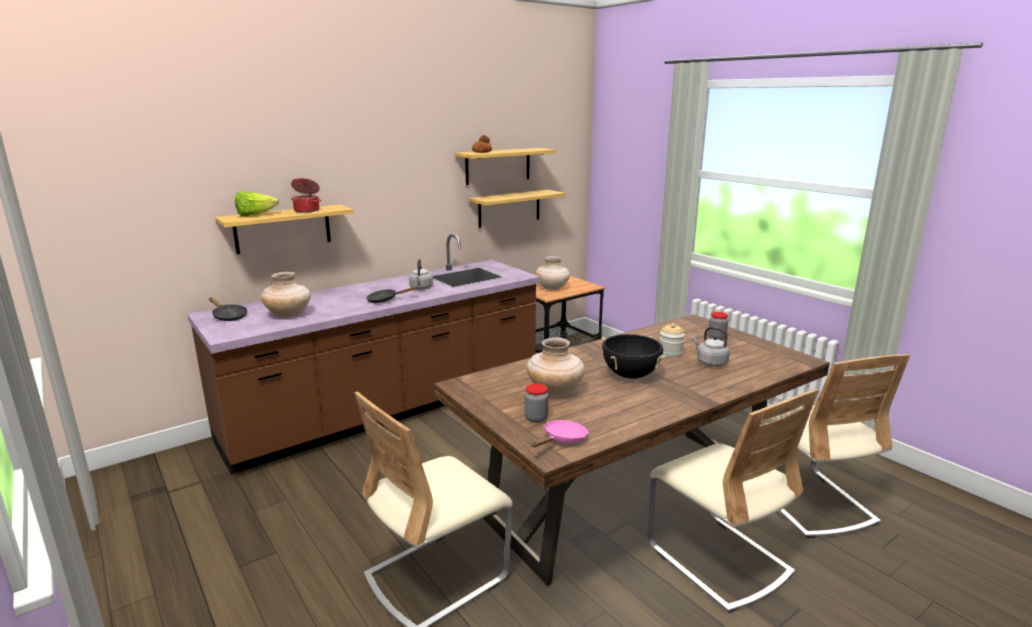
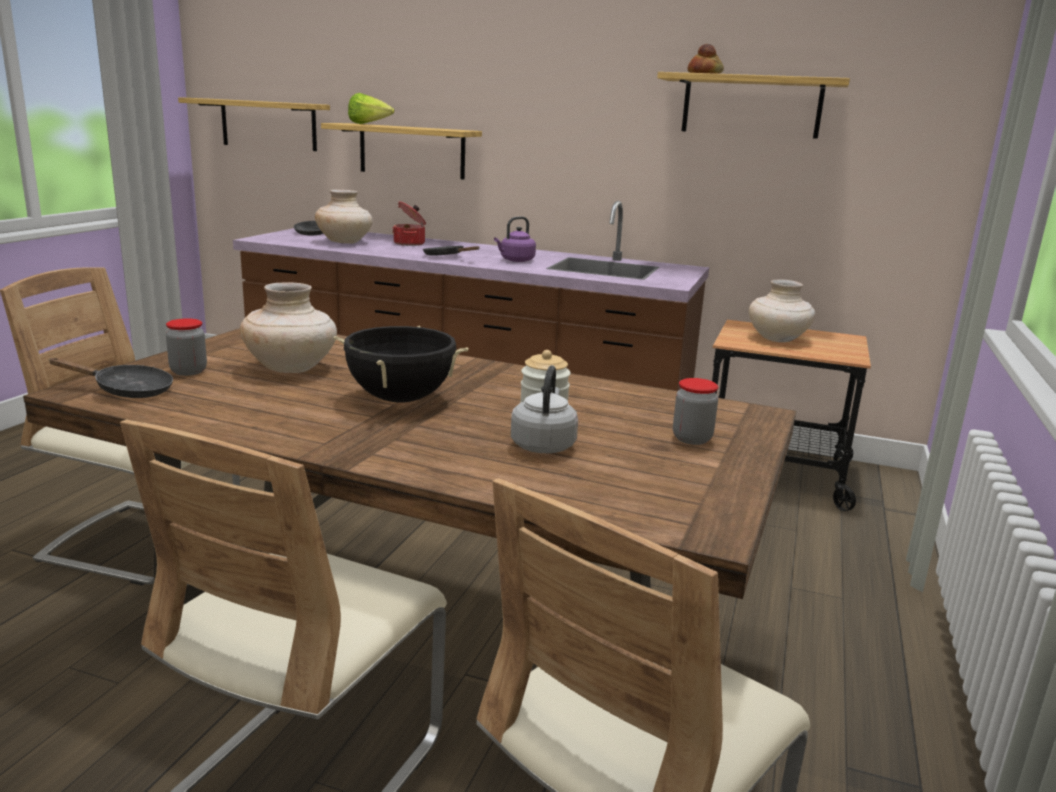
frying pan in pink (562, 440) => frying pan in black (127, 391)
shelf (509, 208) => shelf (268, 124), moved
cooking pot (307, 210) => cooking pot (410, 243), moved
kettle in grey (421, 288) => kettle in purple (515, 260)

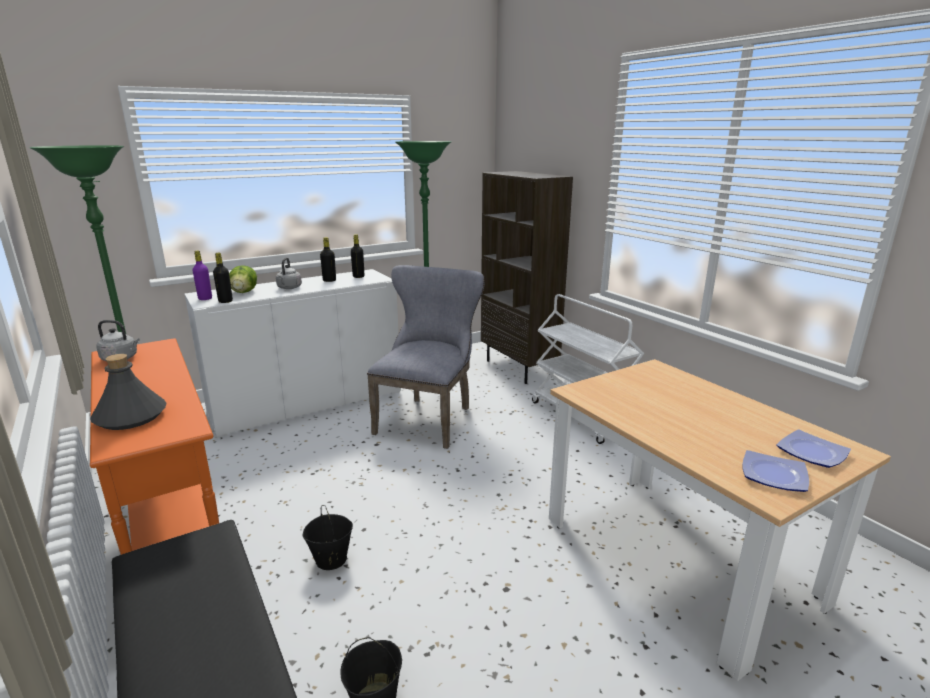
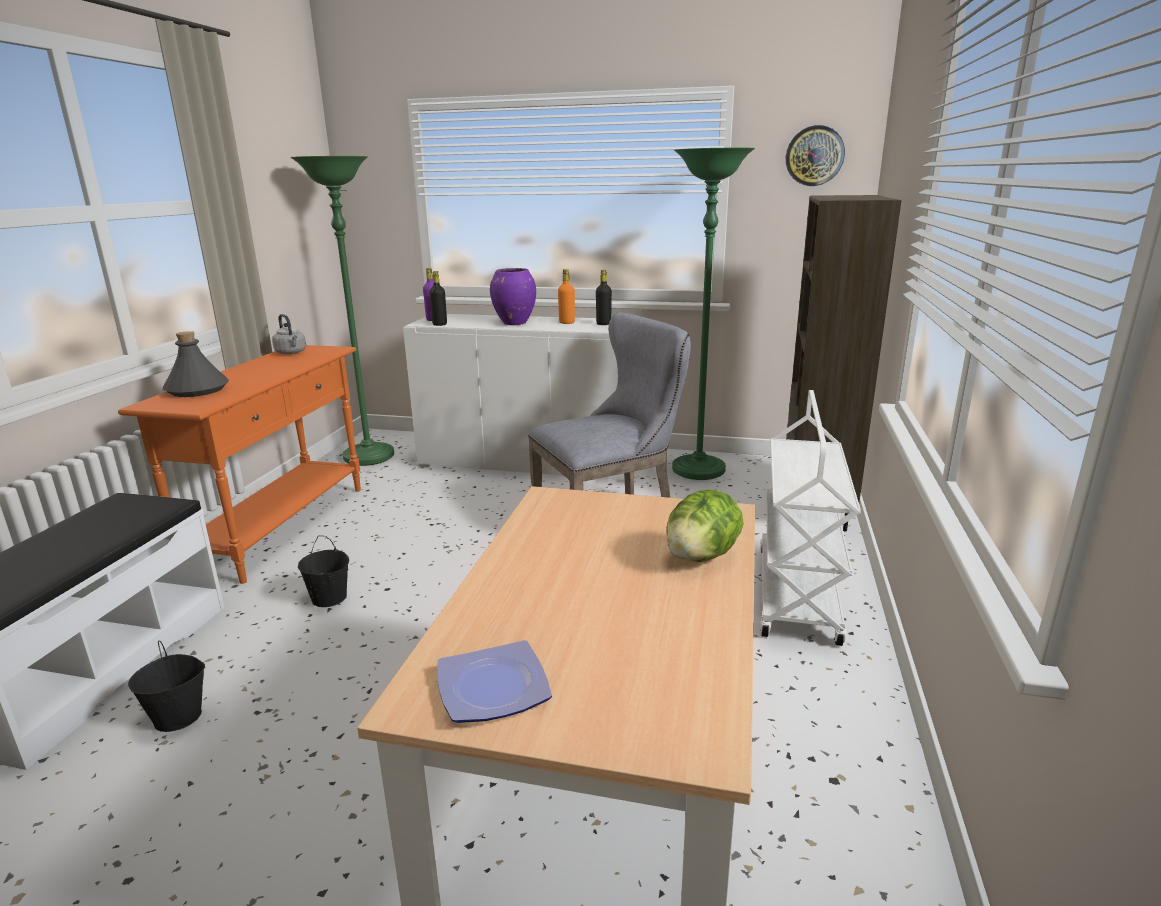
kettle in grey (289, 288) => vase in purple (514, 323)
bottle in black (329, 280) => bottle in orange (567, 323)
lettuce (244, 292) => lettuce (701, 556), moved
nothing => wall clock (814, 156)
plate (813, 453) => nothing

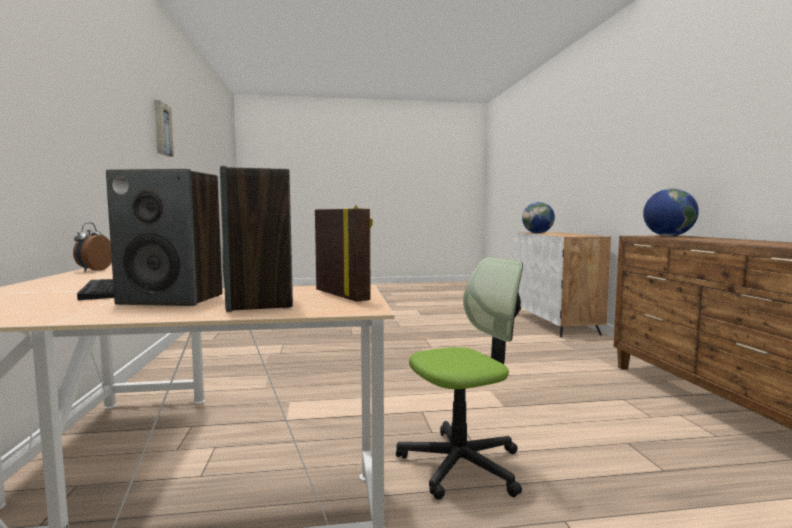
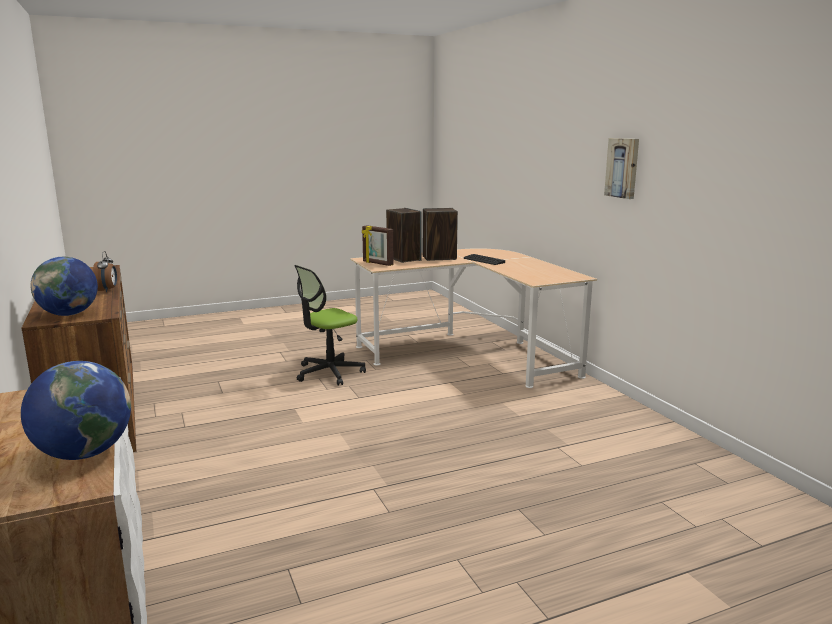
alarm clock (93, 270) => alarm clock (107, 290), moved
picture (161, 129) => picture (623, 168), moved

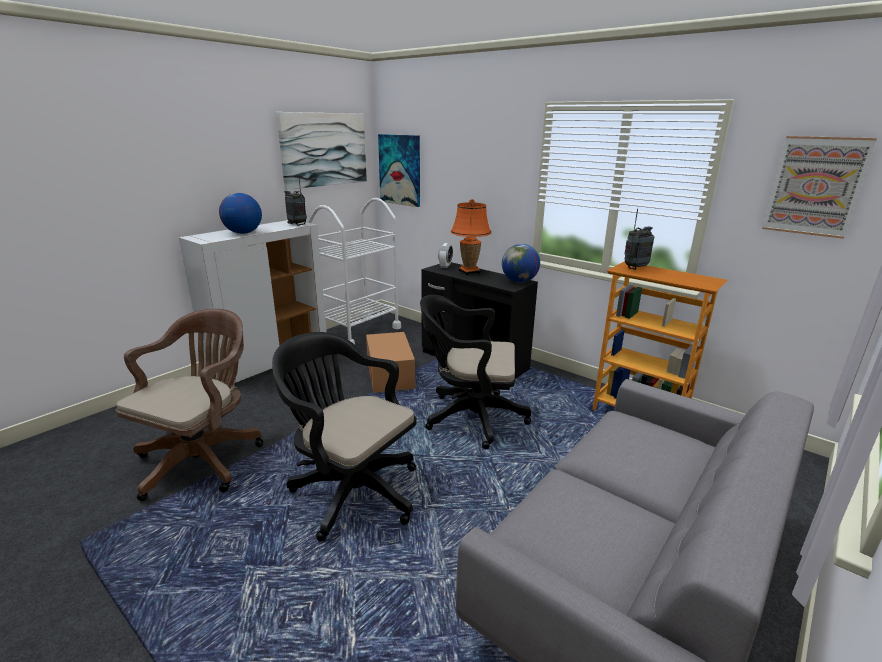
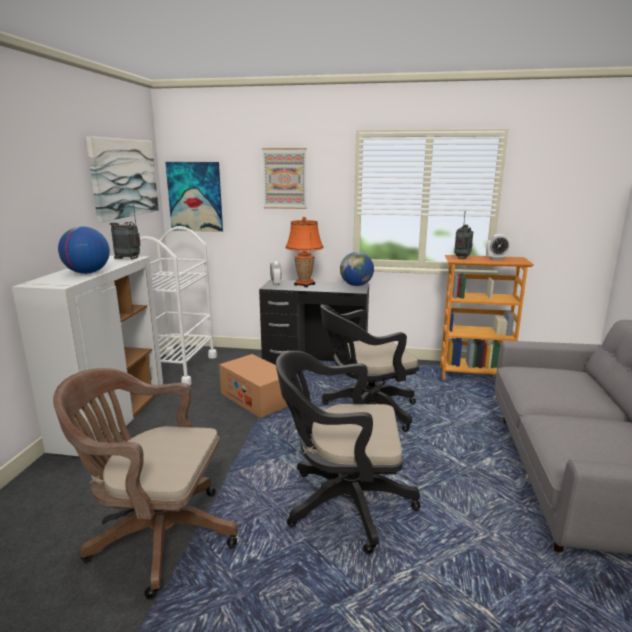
office chair in brown (203, 458) => office chair in brown (156, 536), 75 degrees counterclockwise
picture (815, 186) => picture (284, 178), moved
nothing => alarm clock (496, 258)

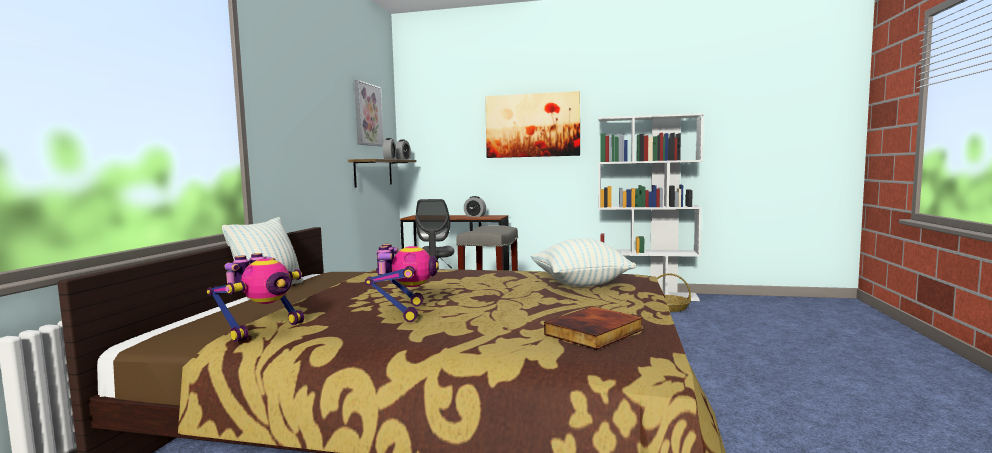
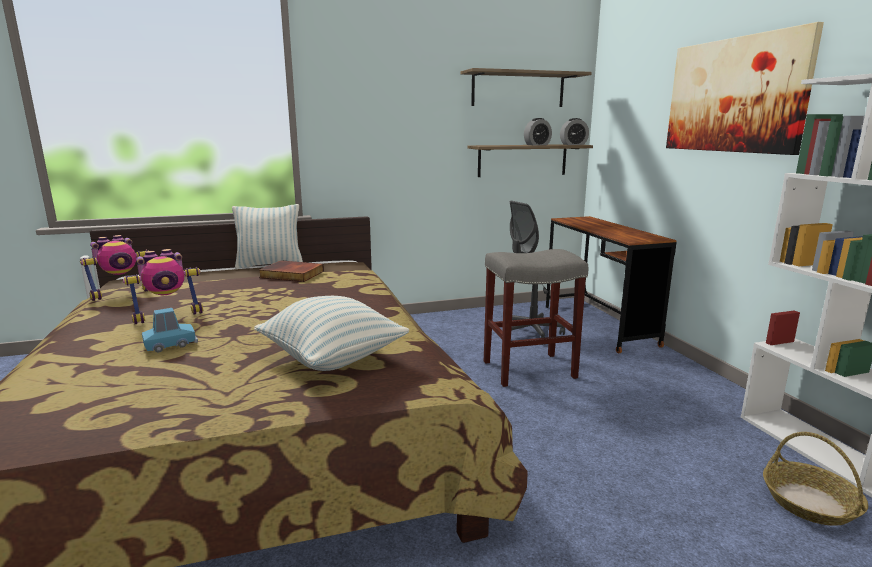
toy robot (263, 330) => toy robot (122, 293), 45 degrees counterclockwise
nothing => toy car in blue (171, 344)
book (595, 333) => book (291, 274), moved
picture (367, 115) => shelf (518, 89)
alarm clock (475, 216) => nothing

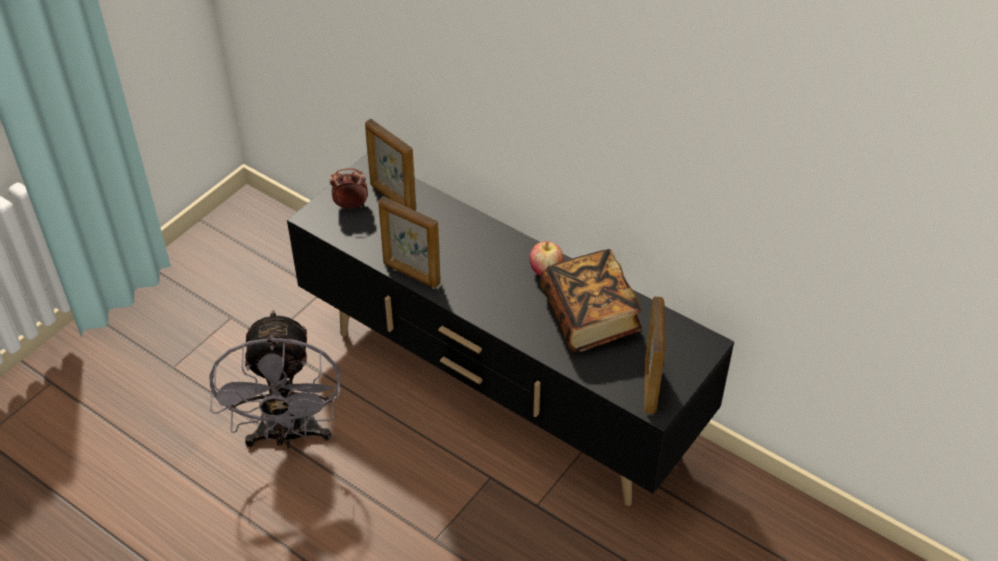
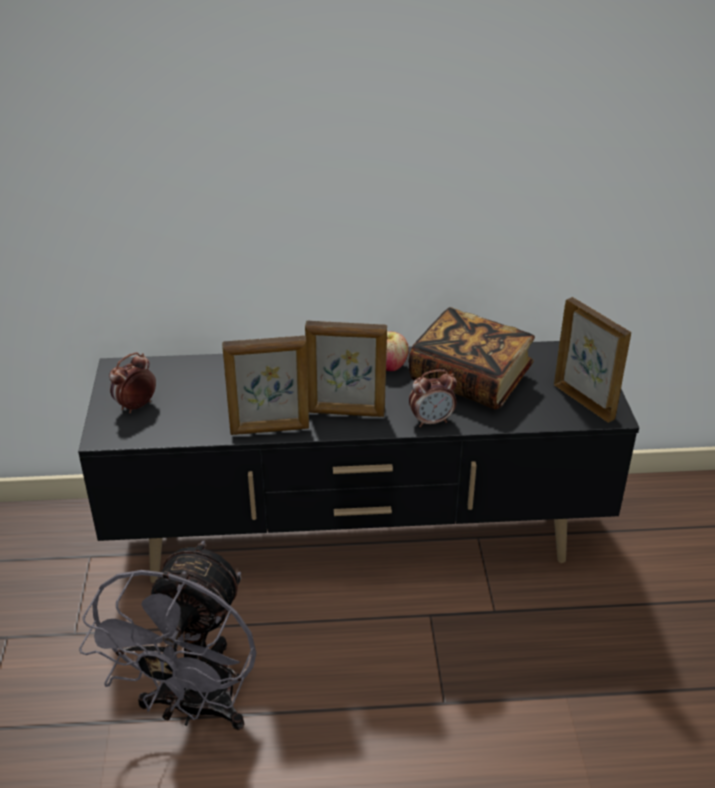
fan in grey (288, 435) => fan in grey (194, 708), 60 degrees clockwise
picture frame (392, 197) => picture frame (346, 412), moved
nothing => alarm clock (431, 421)

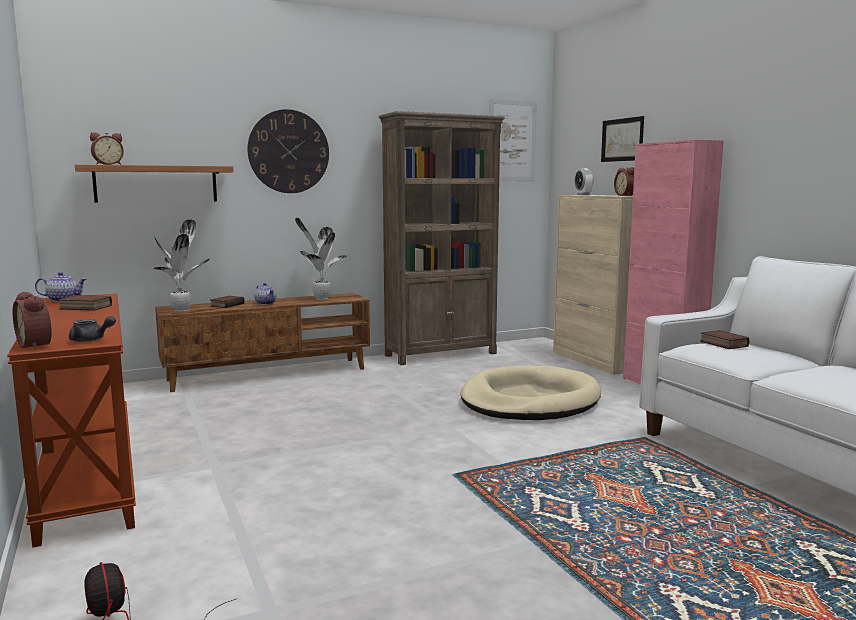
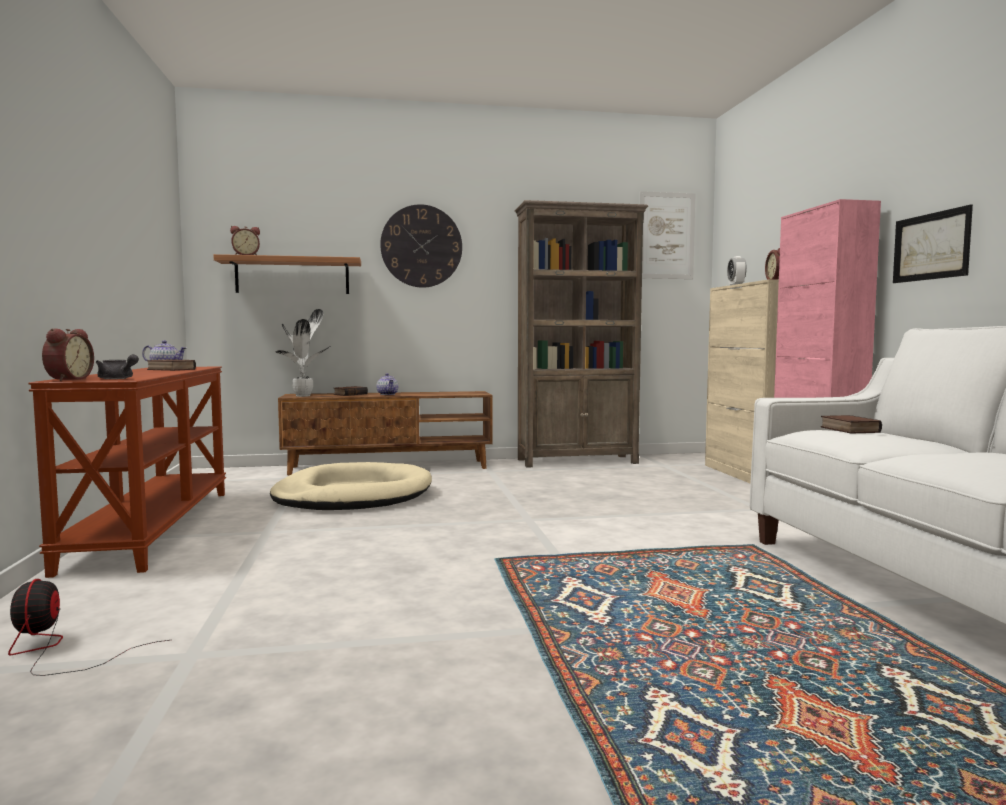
alarm clock (38, 345) => alarm clock (67, 379), 150 degrees counterclockwise
dog bed in beige (529, 401) => dog bed in beige (353, 495), moved
picture (622, 140) => picture (931, 246), moved
potted plant (320, 298) => nothing

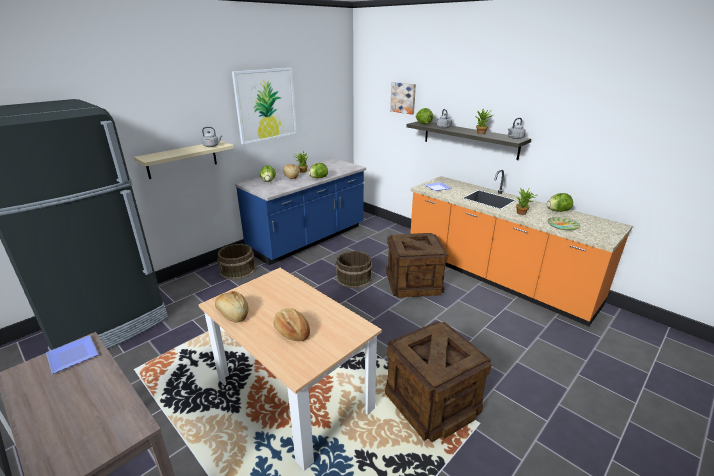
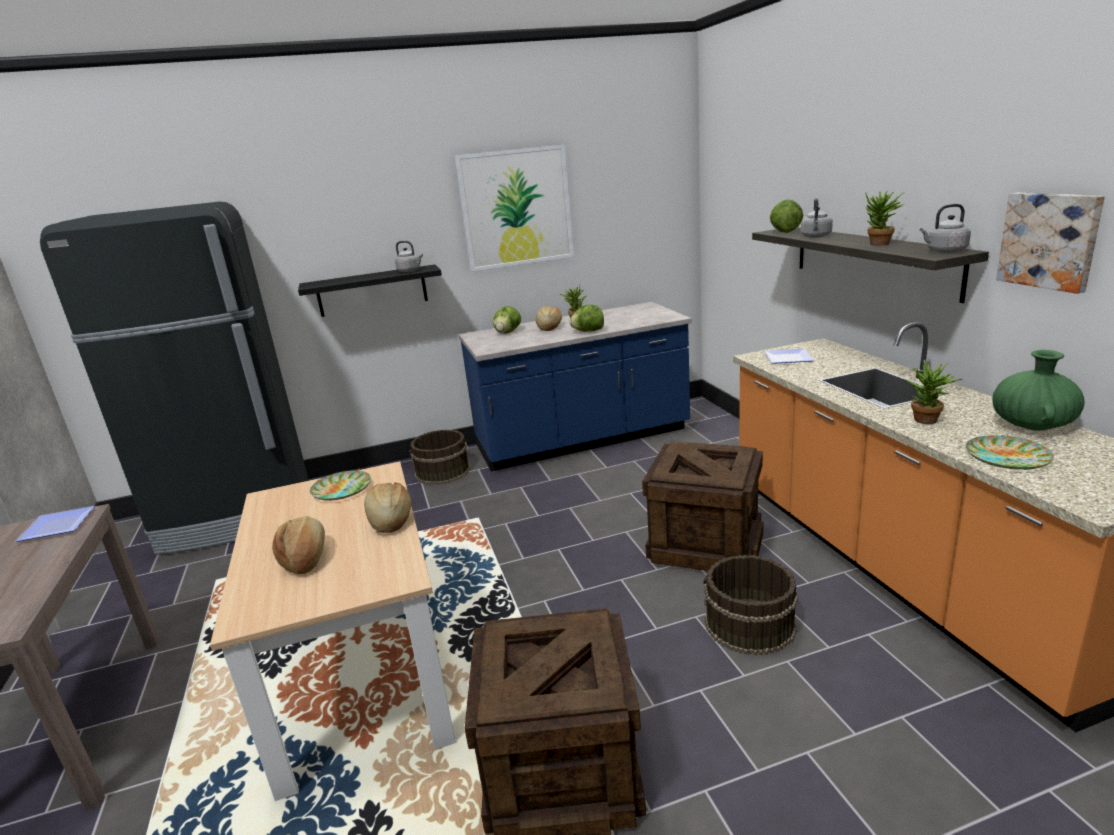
shelf in beige (182, 159) => shelf in black (372, 291)
nothing => plate (342, 489)
bread (232, 314) => bread (389, 519), moved
bucket in brown (354, 278) => bucket in brown (749, 625), moved
lettuce (557, 211) => vase in green (1032, 425)
picture (403, 97) => picture (1050, 240), moved

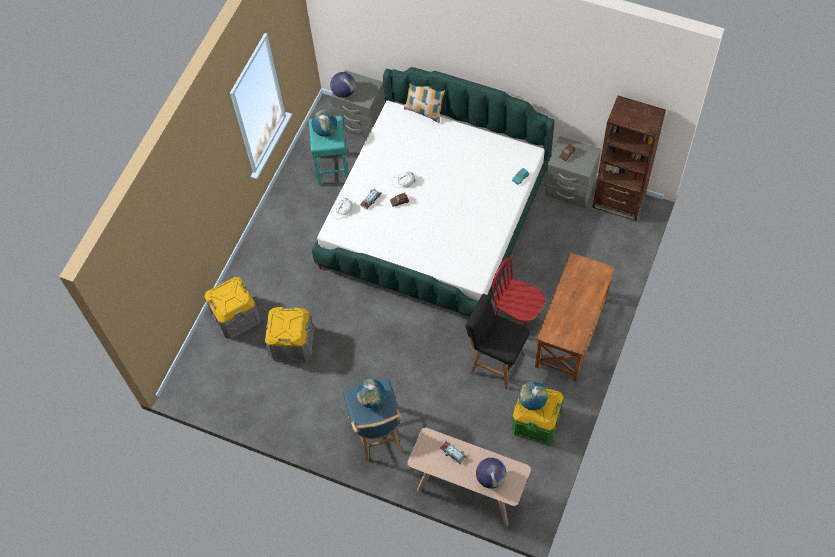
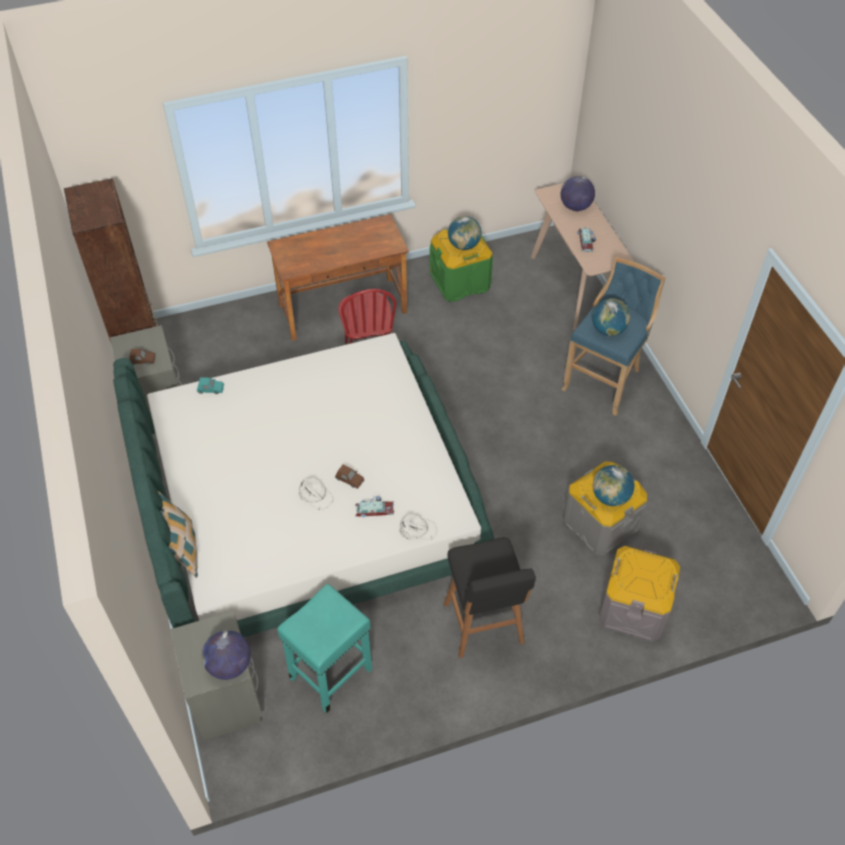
stool in black (496, 362) => stool in black (484, 626), moved
globe (325, 131) => globe (610, 497), moved

